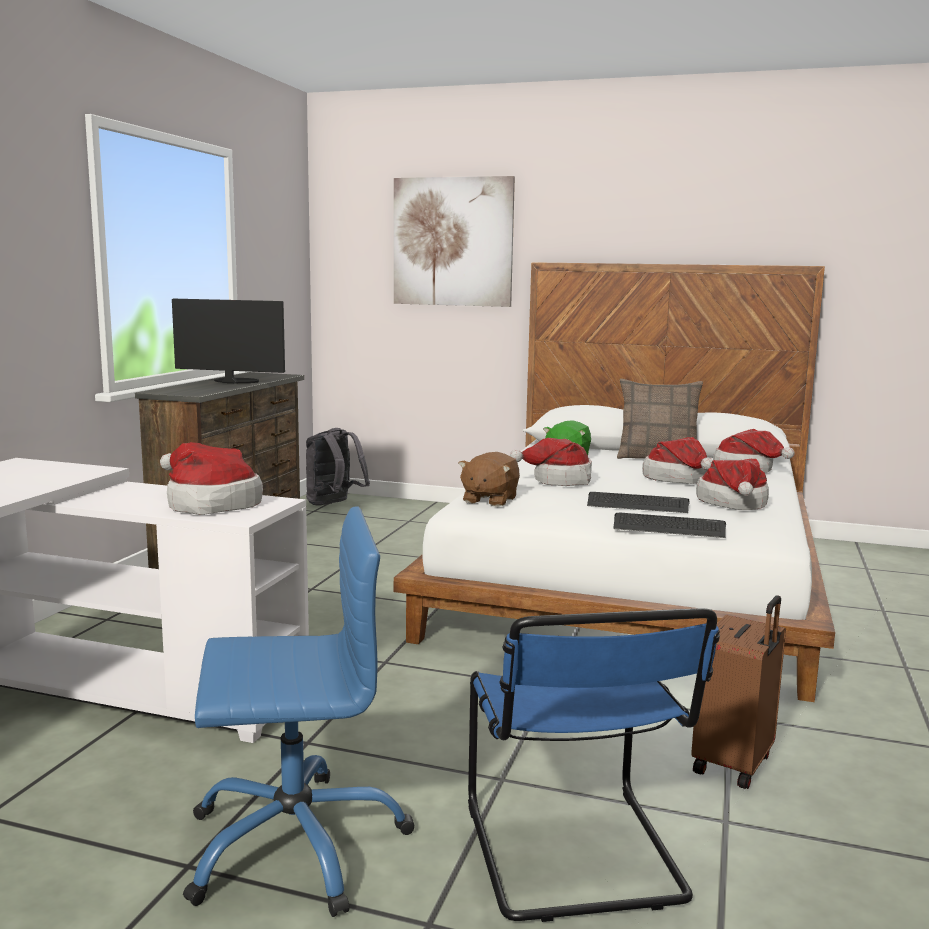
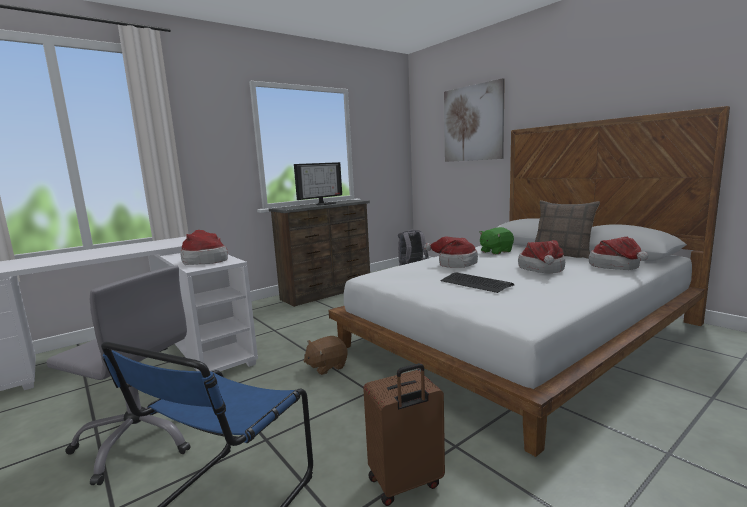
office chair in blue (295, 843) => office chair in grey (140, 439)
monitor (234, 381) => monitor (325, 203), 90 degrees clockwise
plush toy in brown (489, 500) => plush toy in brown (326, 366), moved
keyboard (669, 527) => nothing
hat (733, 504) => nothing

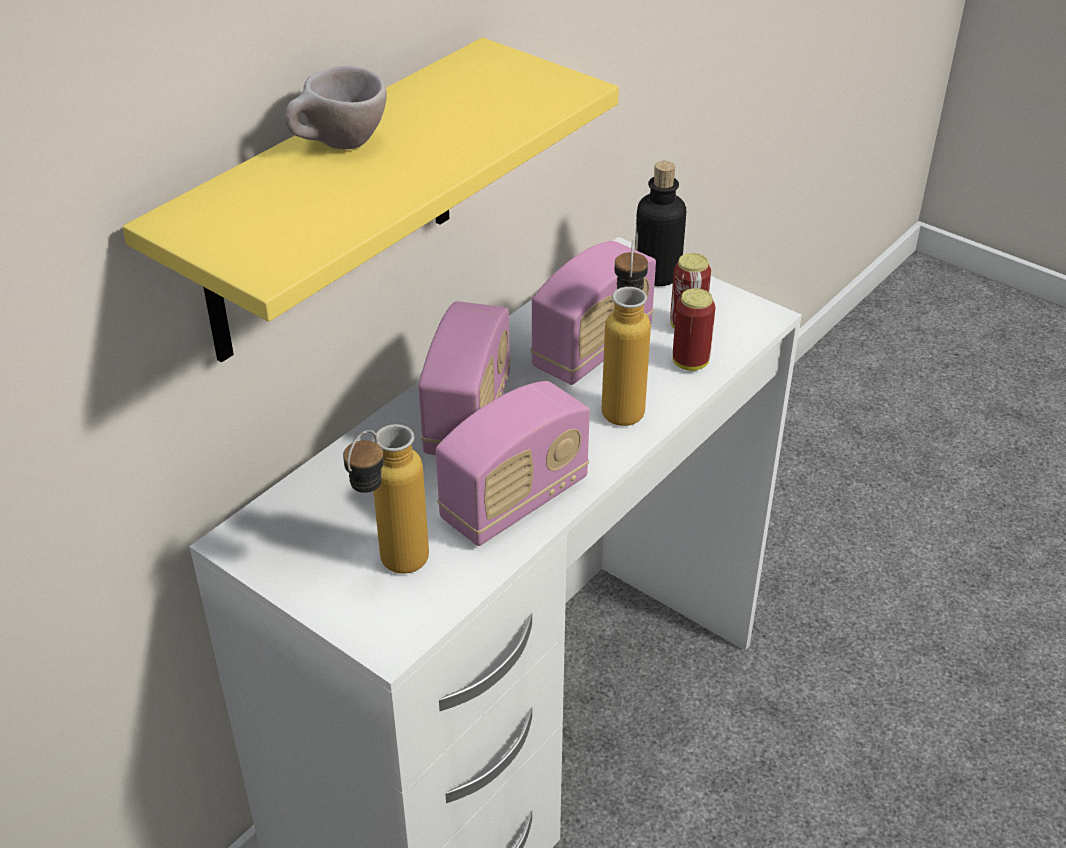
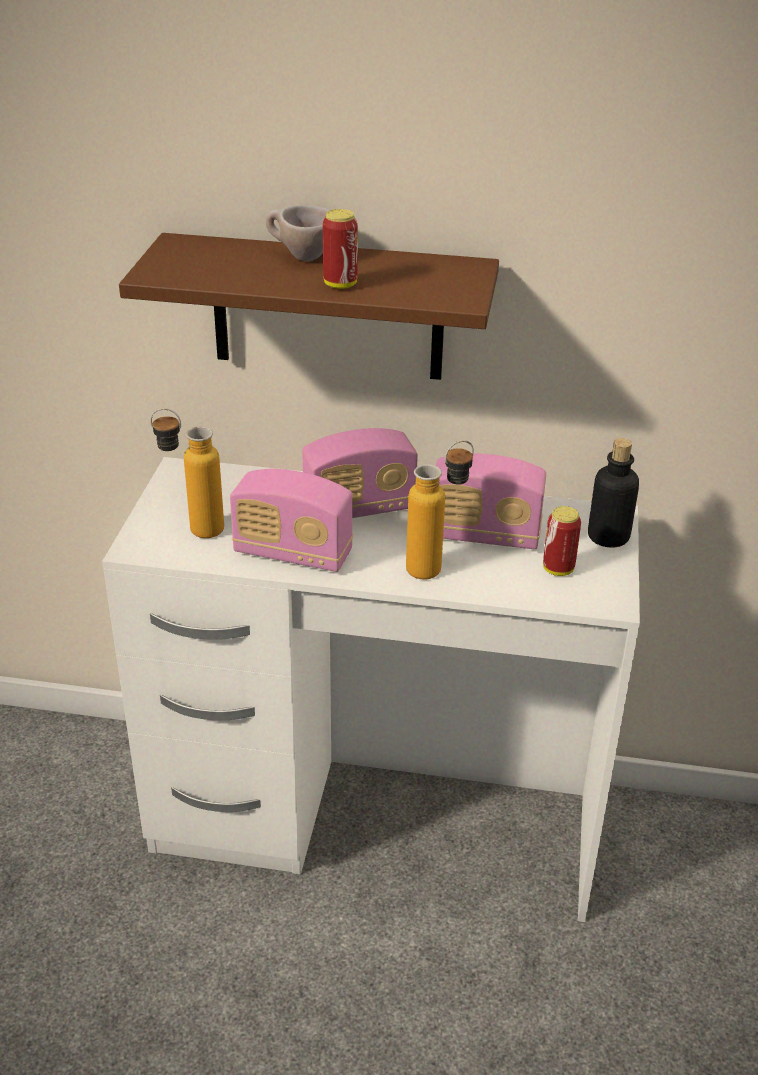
shelf in yellow (330, 205) => shelf in brown (328, 308)
can (690, 363) => can (340, 284), moved

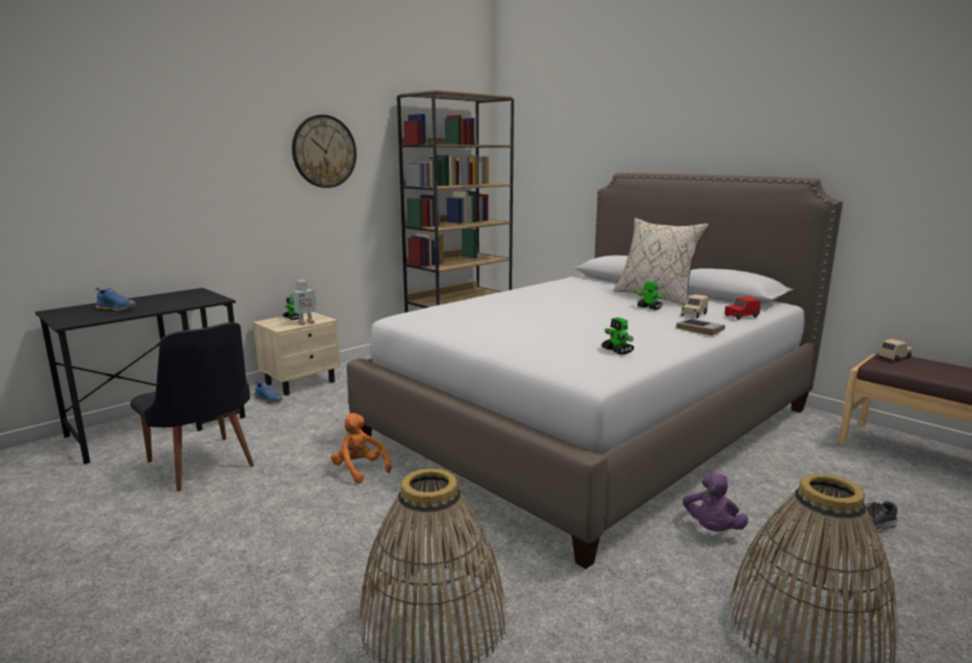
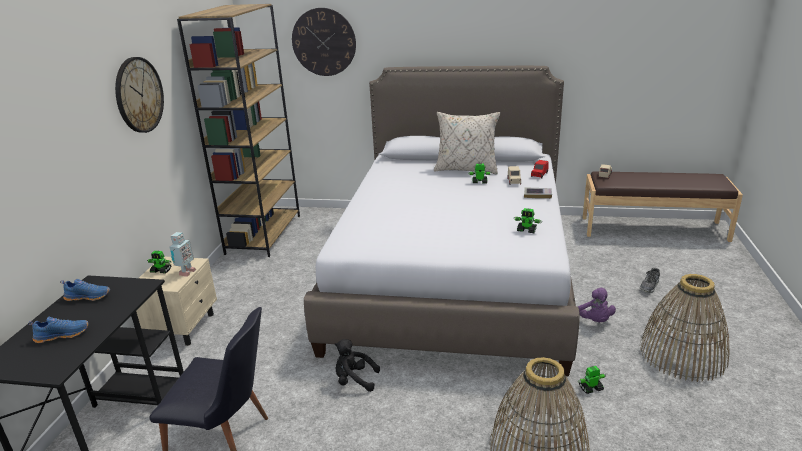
shoe in blue (269, 400) => shoe in blue (89, 296), moved
nothing => wall clock (324, 42)
plush toy in orange (359, 470) => plush toy in black (354, 380)
nothing => toy robot (590, 388)

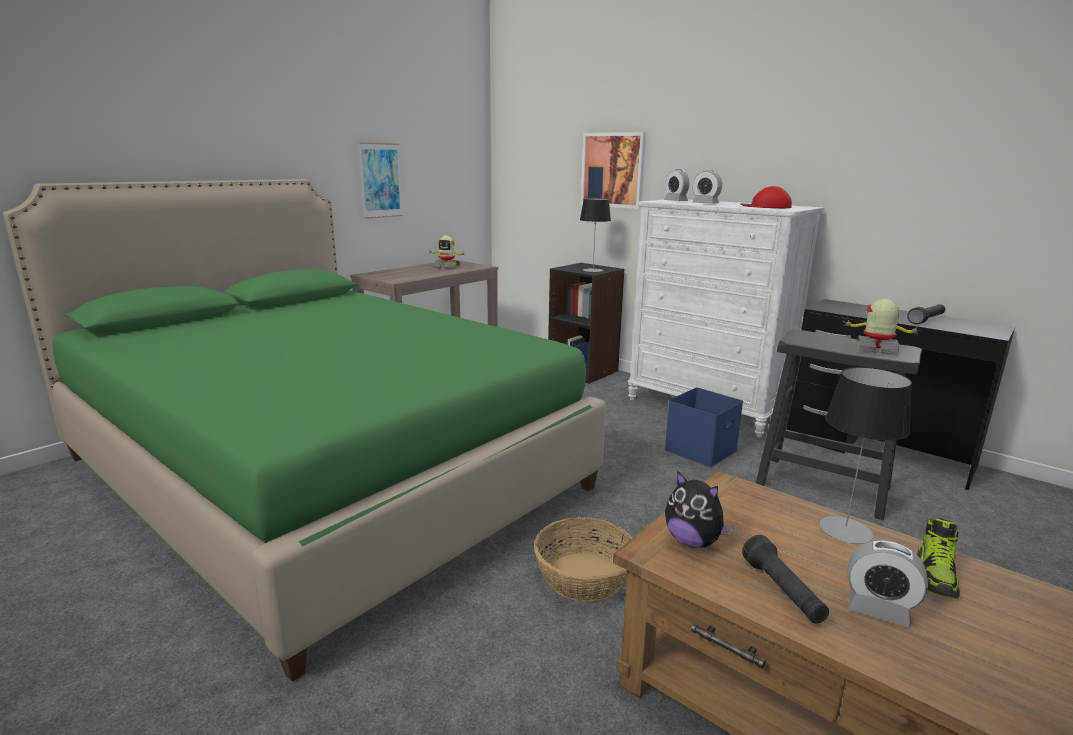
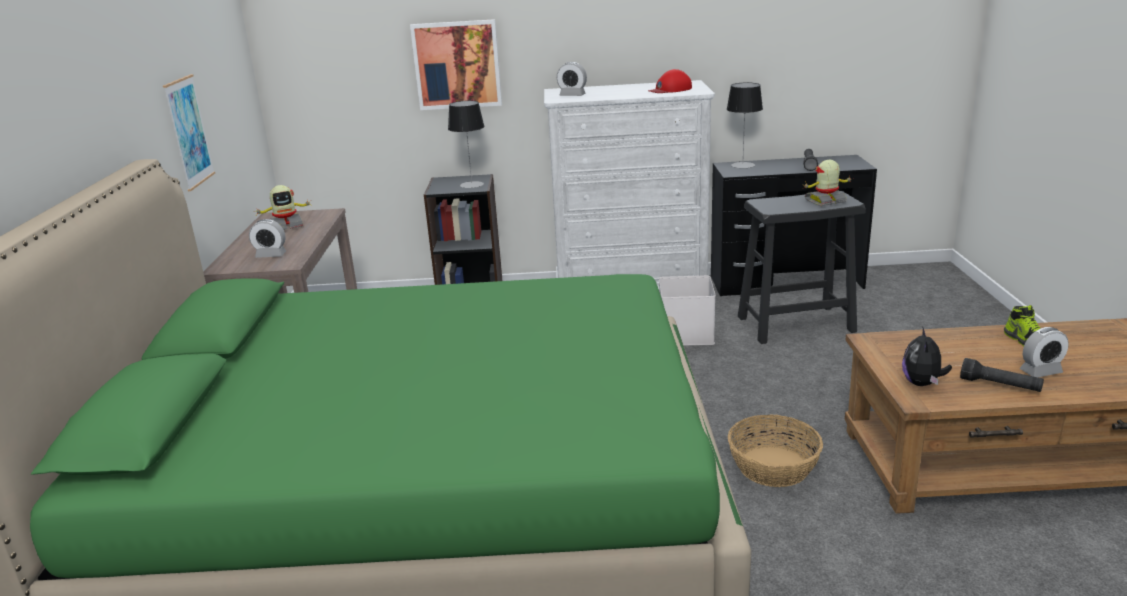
alarm clock (705, 203) => alarm clock (271, 255), moved
storage box in blue (700, 449) => storage box in white (684, 333)
table lamp (845, 530) => table lamp (742, 165), moved
plush toy (693, 542) => plush toy (922, 383), 105 degrees clockwise

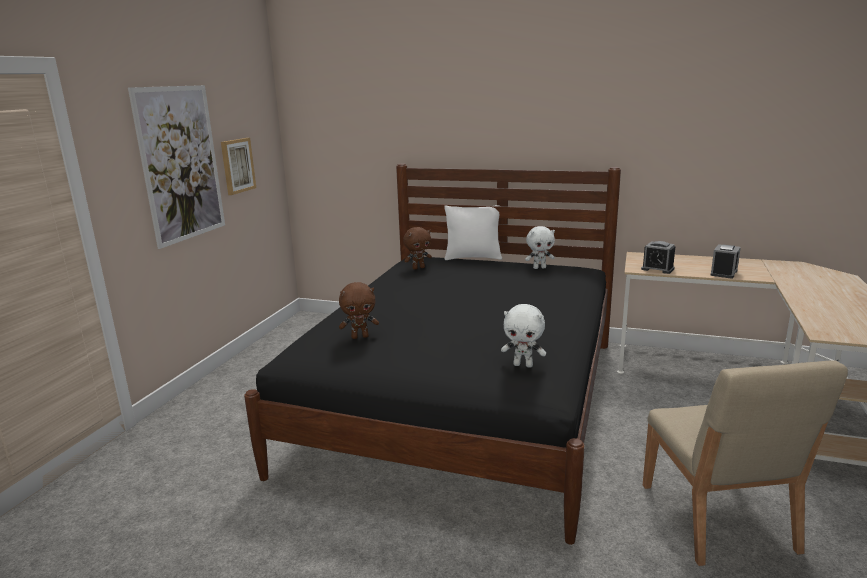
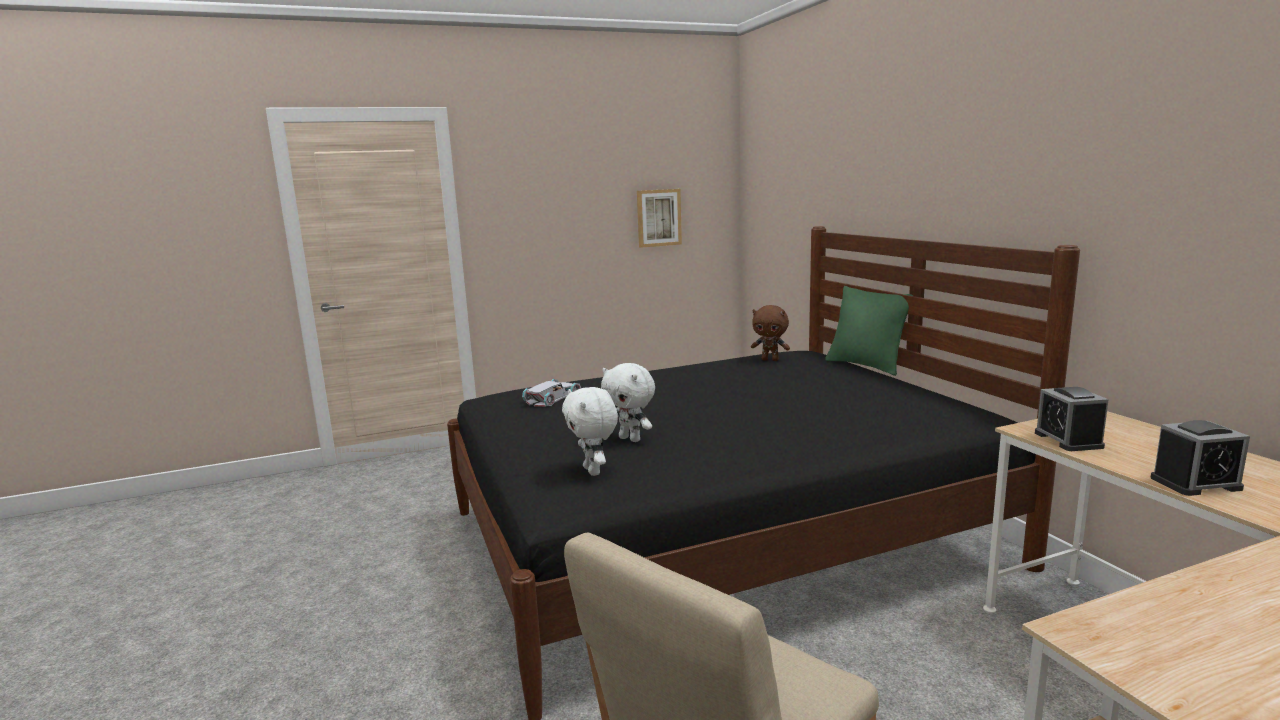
plush toy in brown (360, 337) => toy car in white (553, 398)
plush toy in white (539, 268) => plush toy in white (631, 439), moved
pillow in white (473, 257) => pillow in green (866, 366)
picture (181, 164) => nothing

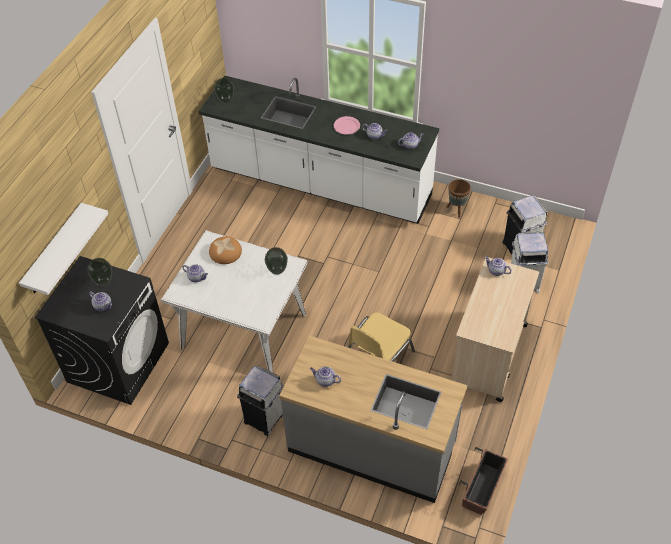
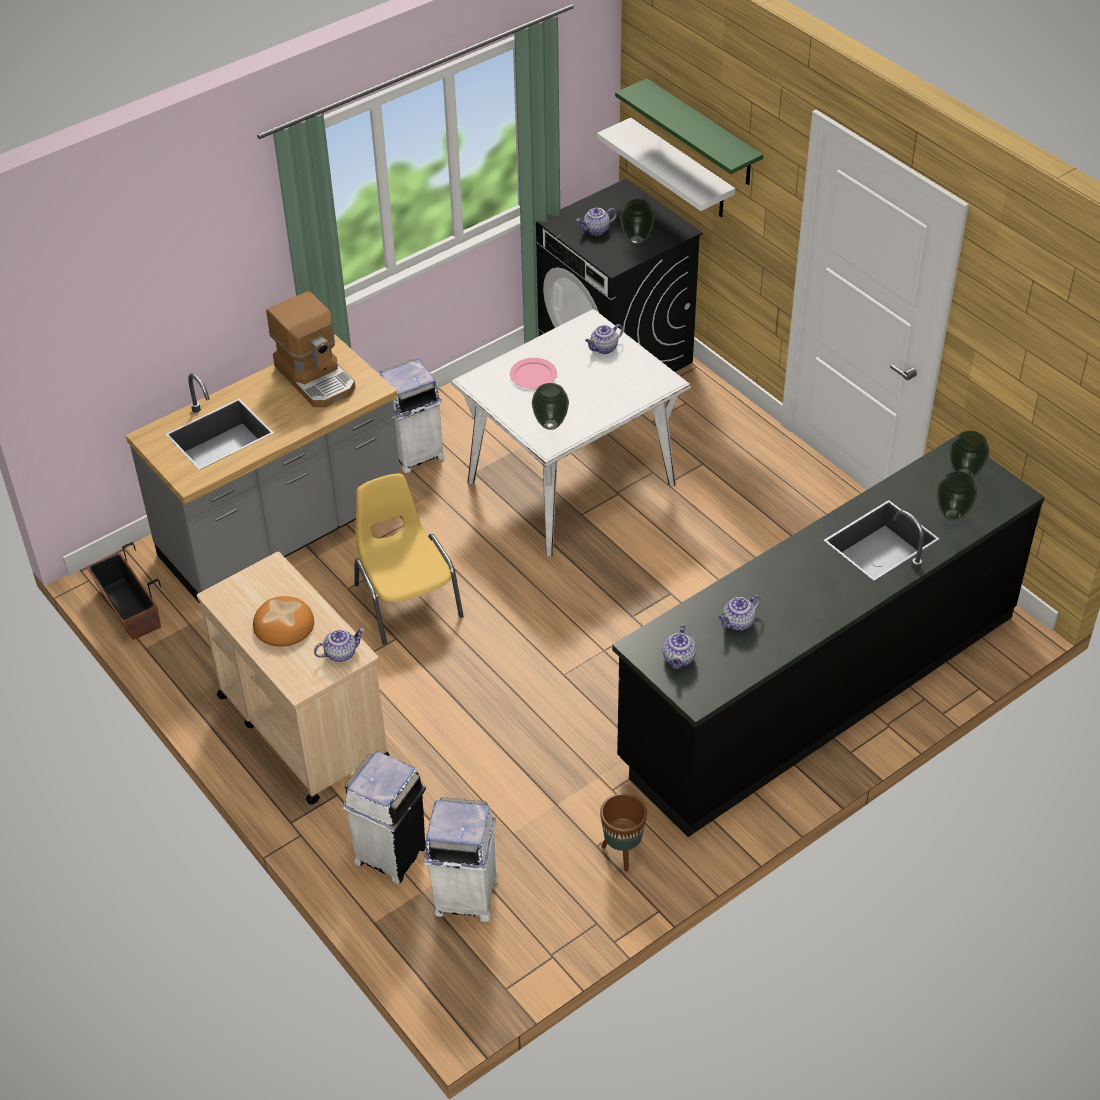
bread (225, 252) => bread (283, 625), moved
teapot (325, 380) => coffee machine (316, 377)
plate in pink (346, 126) => plate in pink (533, 375), moved
counter in white (320, 184) => counter in black (819, 688)
nothing => shelf in green (702, 134)
nothing => vase (951, 515)

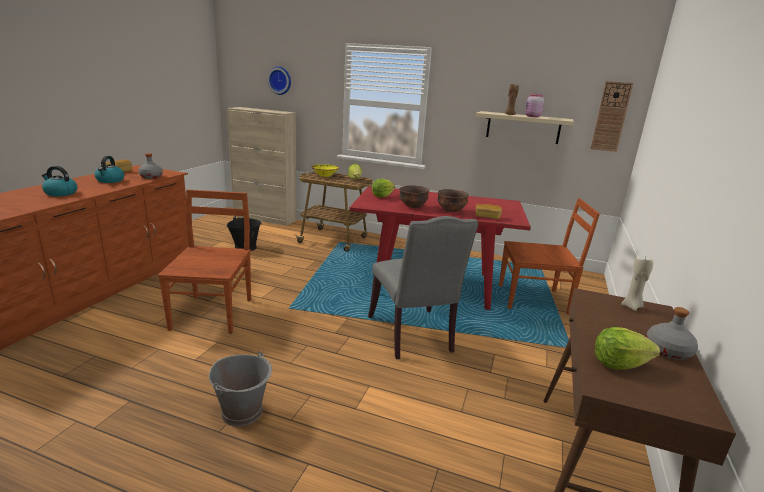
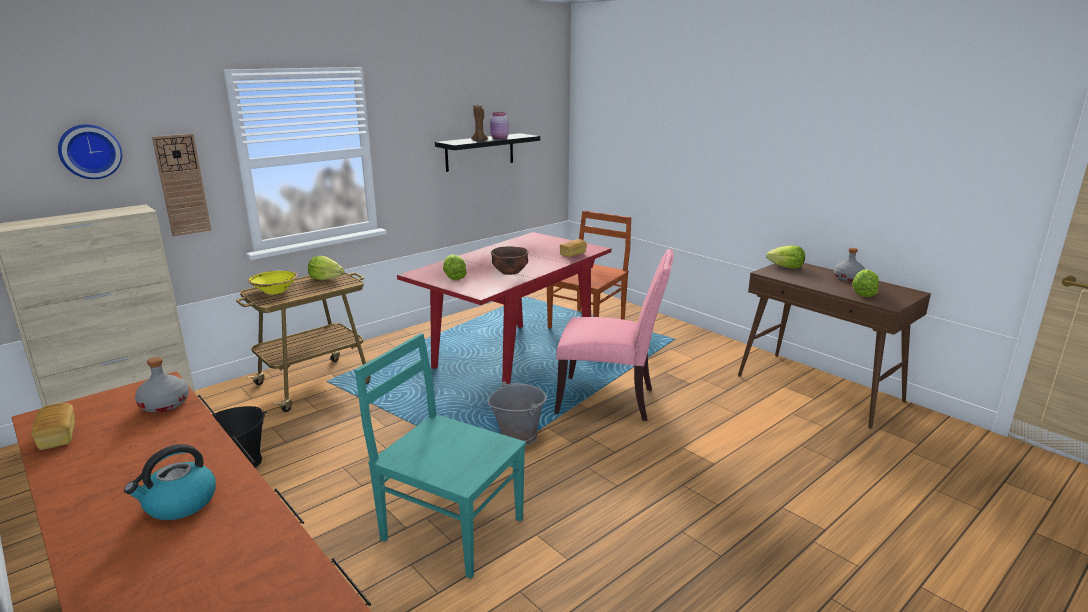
wall clock (611, 116) => wall clock (182, 185), moved
chair in brown (213, 312) => chair in turquoise (450, 527)
shelf in beige (523, 127) => shelf in black (480, 152)
bucket in grey (243, 411) => bucket in grey (518, 436), moved
chair in grey (413, 336) => chair in pink (610, 400)
candle in beige (632, 306) => lettuce (786, 267)
kettle (110, 180) => nothing
bowl in brown (451, 210) => nothing

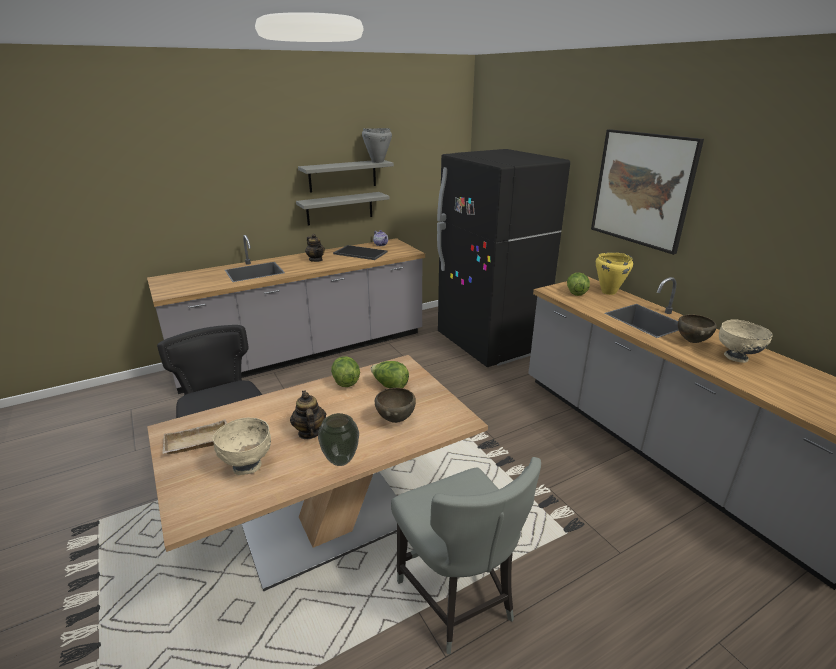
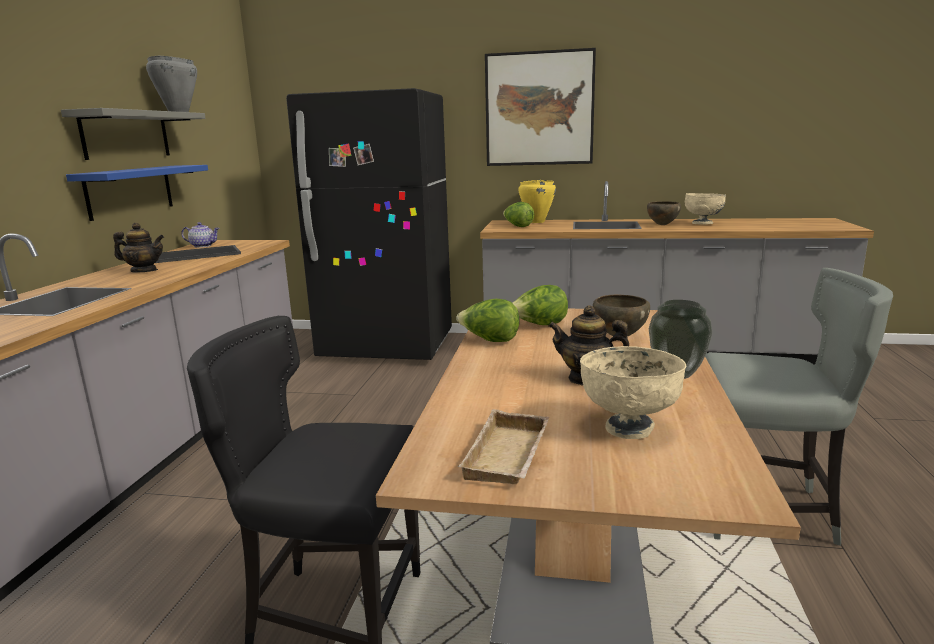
shelf in grey (339, 208) => shelf in blue (130, 191)

